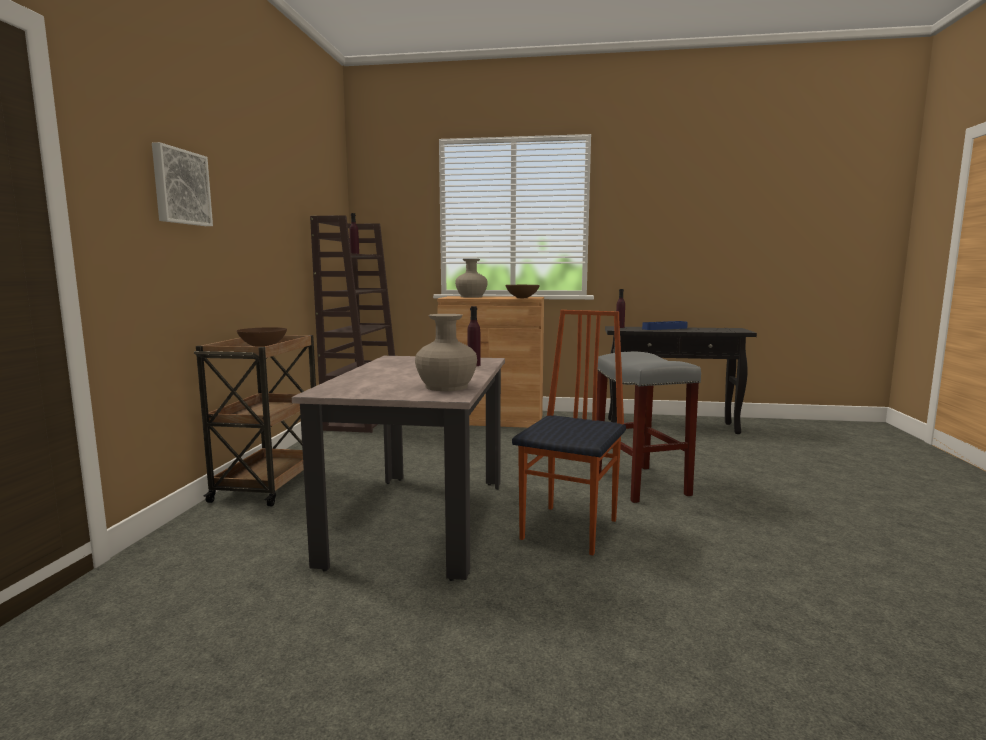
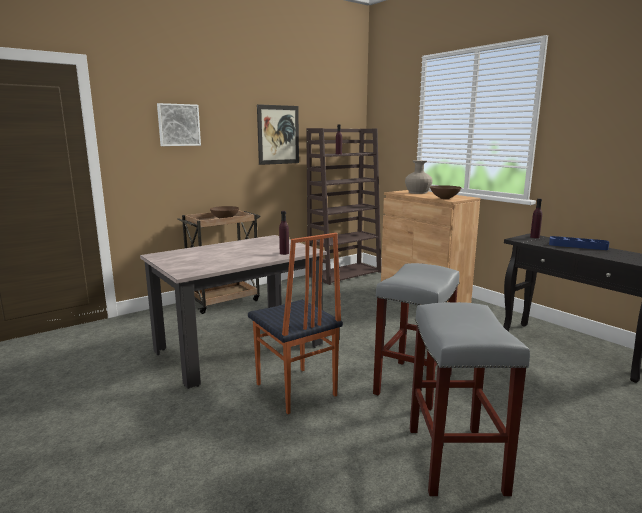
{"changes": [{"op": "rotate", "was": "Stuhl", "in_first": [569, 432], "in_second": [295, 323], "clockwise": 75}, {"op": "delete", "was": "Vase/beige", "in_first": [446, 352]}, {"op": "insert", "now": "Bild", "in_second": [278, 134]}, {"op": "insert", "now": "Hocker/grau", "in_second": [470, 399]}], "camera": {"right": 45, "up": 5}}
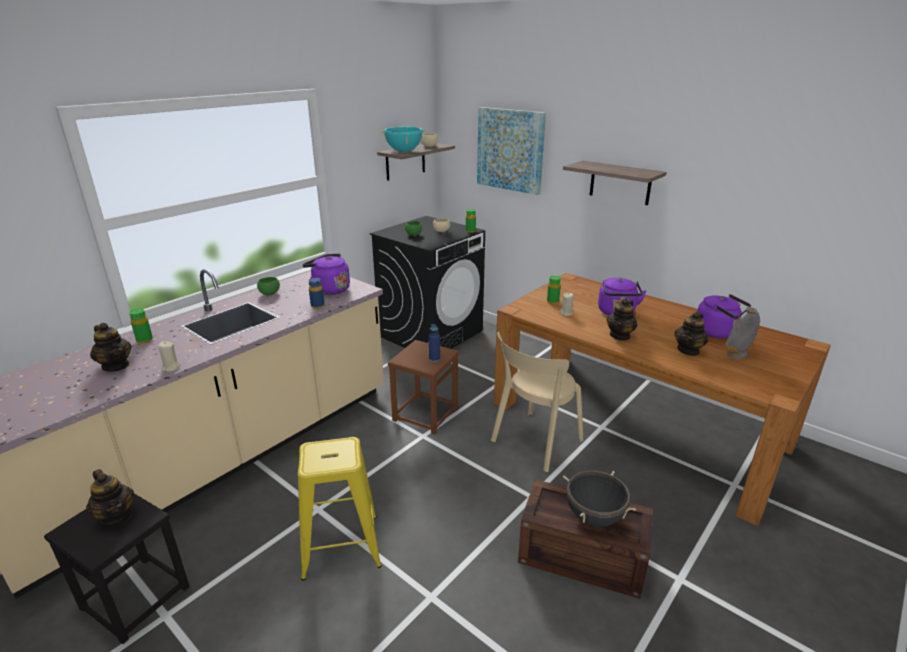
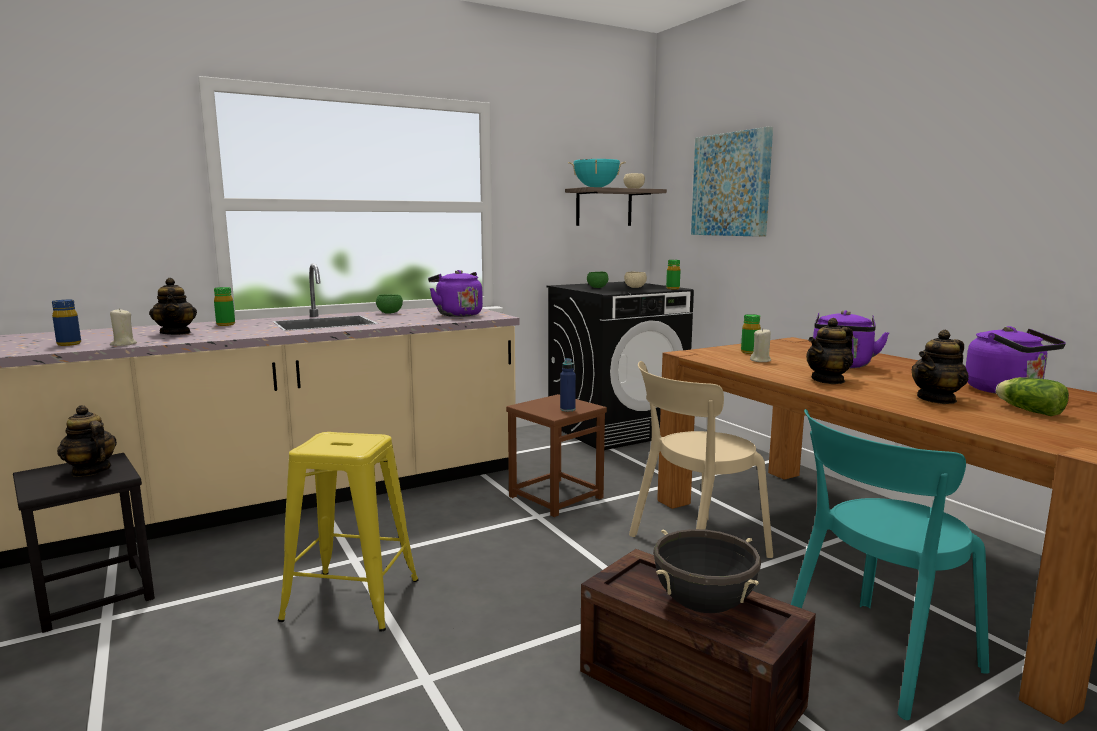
{"changes": [{"op": "delete", "was": "Wandregal", "in_first": [614, 183]}, {"op": "move", "was": "Flasche/blau", "in_first": [316, 293], "in_second": [66, 323]}, {"op": "replace", "was": "Vase/grau", "now": "Salatkopf", "in_first": [742, 333], "in_second": [1032, 396]}, {"op": "move", "was": "Kerze/beige", "in_first": [169, 356], "in_second": [123, 327]}, {"op": "rotate", "was": "Teekanne", "in_first": [110, 497], "in_second": [87, 441], "clockwise": 150}, {"op": "insert", "now": "Stuhl/türkis", "in_second": [890, 564]}], "camera": {"right": 20, "up": -15}}
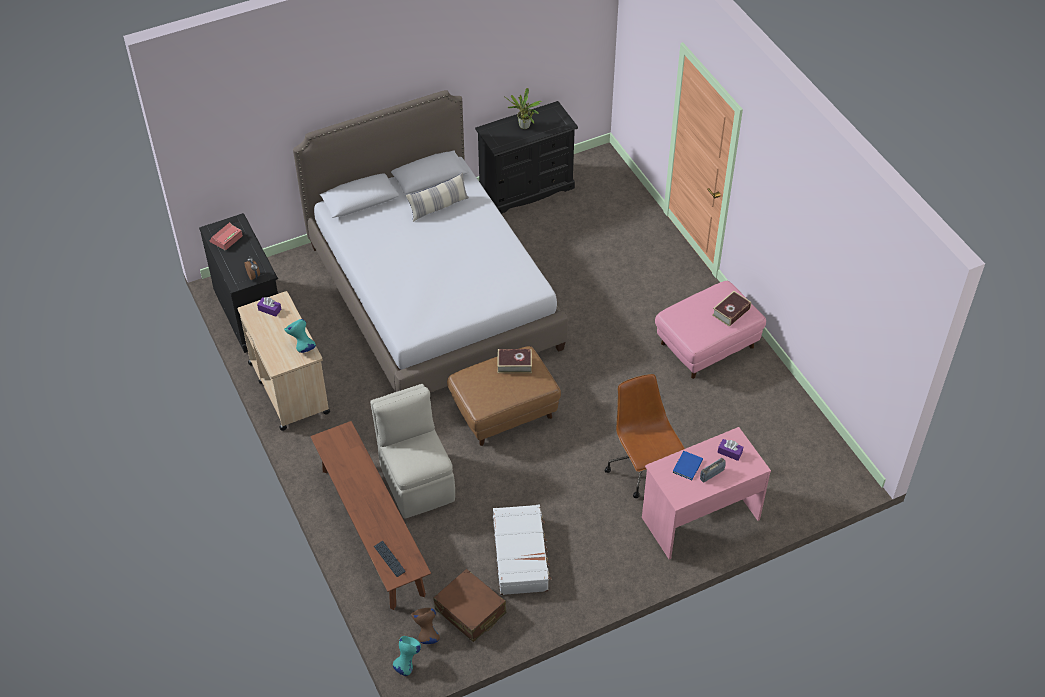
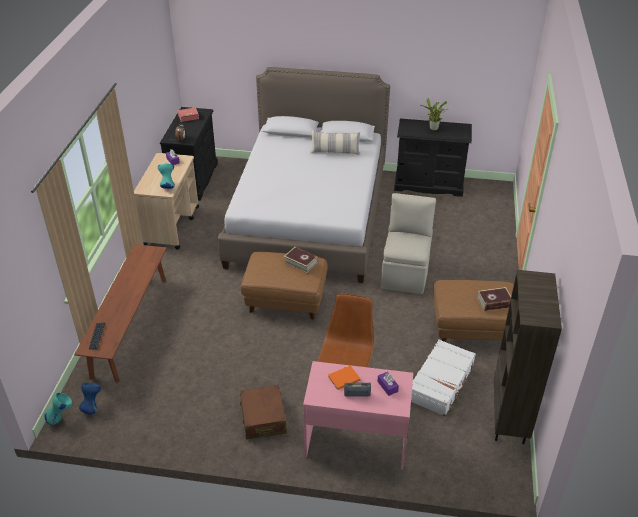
{"changes": [{"op": "recolor", "was": "Polsterhocker/rosa", "now": "Polsterhocker/braun", "in_first": [710, 330], "in_second": [473, 311]}, {"op": "move", "was": "Stuhl/beige", "in_first": [412, 451], "in_second": [408, 243]}, {"op": "recolor", "was": "Buch/blau", "now": "Buch/orange", "in_first": [688, 465], "in_second": [344, 377]}, {"op": "move", "was": "Koffer/weiß", "in_first": [522, 550], "in_second": [443, 377]}, {"op": "move", "was": "Koffer/braun", "in_first": [469, 605], "in_second": [263, 412]}, {"op": "recolor", "was": "Vase/braun", "now": "Vase/blau", "in_first": [425, 626], "in_second": [90, 399]}, {"op": "insert", "now": "Bücherregal/braun", "in_second": [528, 357]}], "camera": {"right": 35, "up": -10}}
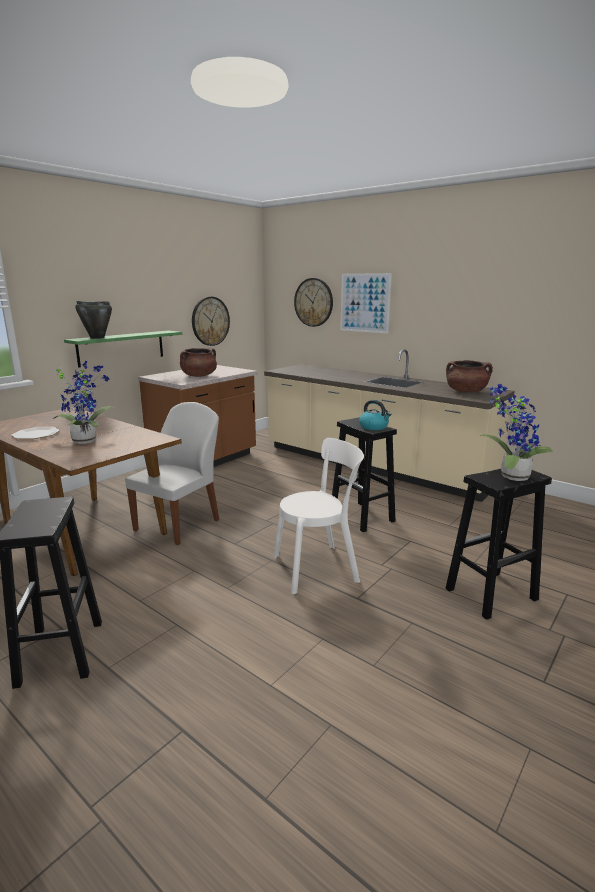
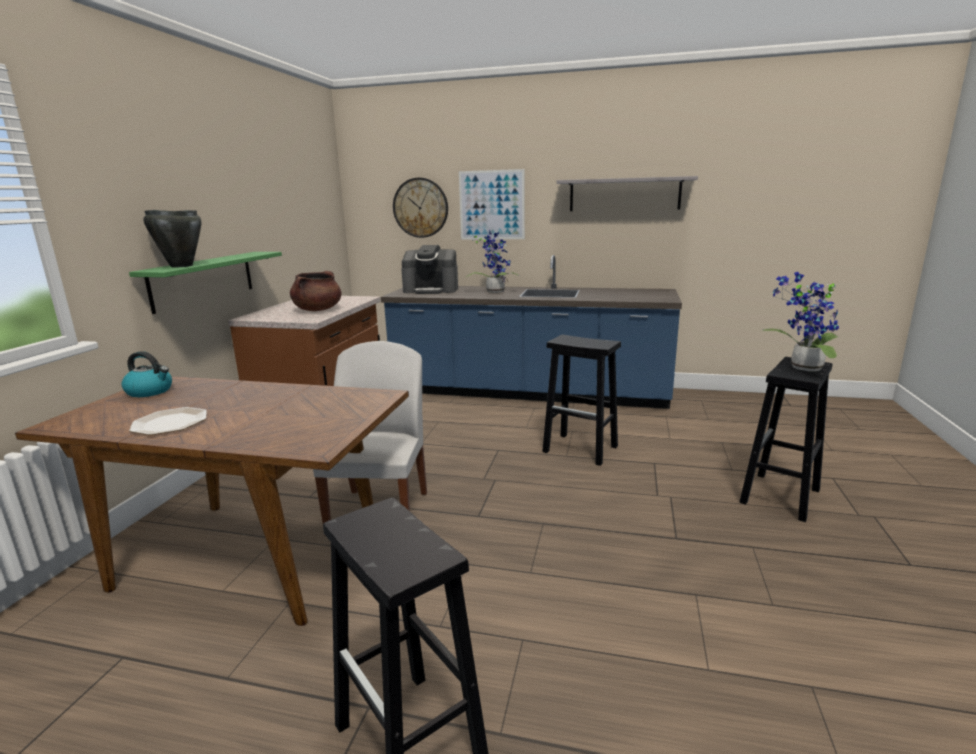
{"changes": [{"op": "delete", "was": "Wanduhr", "in_first": [211, 321]}, {"op": "recolor", "was": "Küchenzeile/beige", "now": "Küchenzeile/blau", "in_first": [389, 425], "in_second": [531, 332]}, {"op": "delete", "was": "Kochtopf/braun", "in_first": [469, 376]}, {"op": "move", "was": "Topfpflanze", "in_first": [83, 402], "in_second": [493, 261]}, {"op": "move", "was": "Wasserkessel", "in_first": [375, 415], "in_second": [146, 374]}, {"op": "delete", "was": "Stuhl/weiß", "in_first": [319, 516]}, {"op": "insert", "now": "Wandregal/grau", "in_second": [627, 193]}, {"op": "insert", "now": "Kaffeemaschine", "in_second": [429, 269]}], "camera": {"right": -25, "up": 0}}
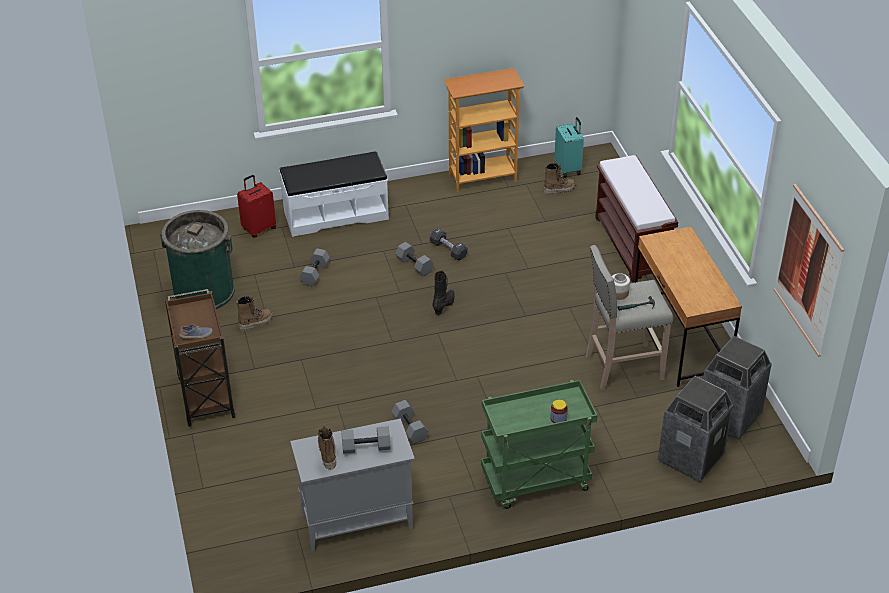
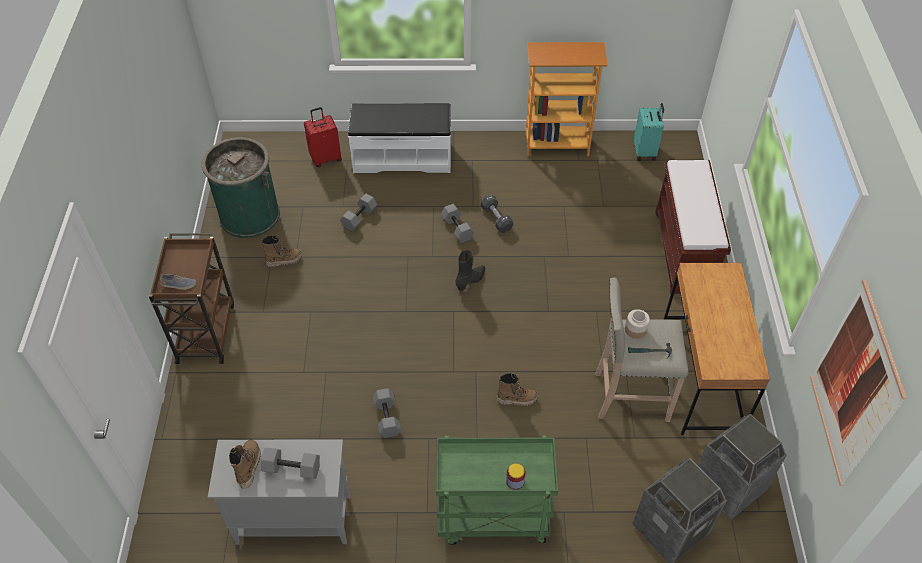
{"changes": [{"op": "move", "was": "Stiefel", "in_first": [559, 179], "in_second": [517, 389]}], "camera": {"right": 15, "up": 10}}
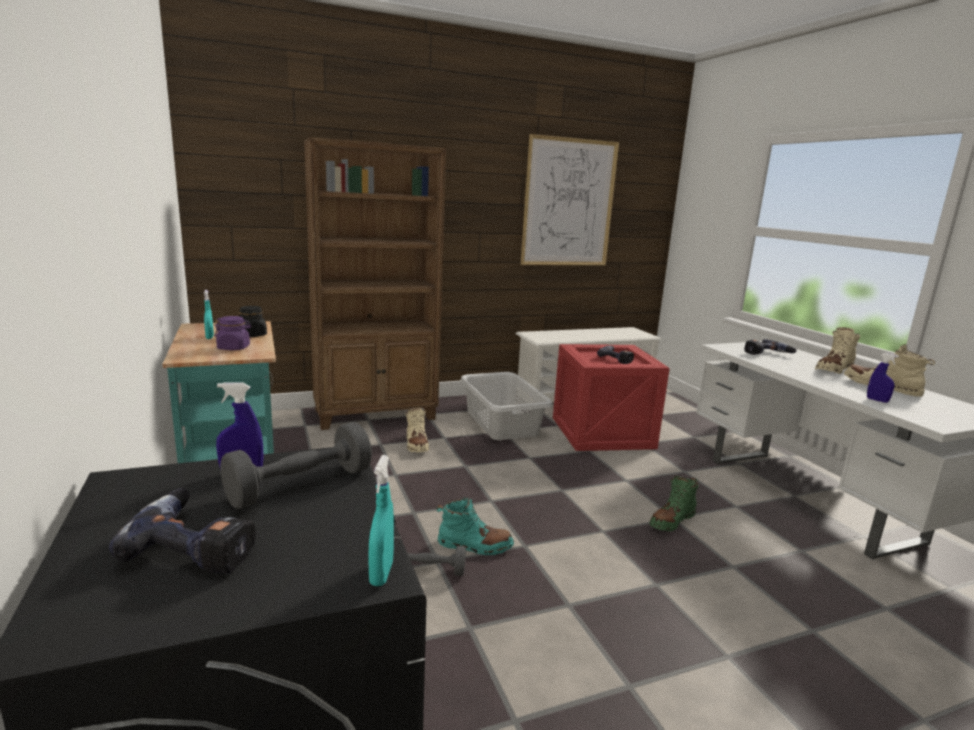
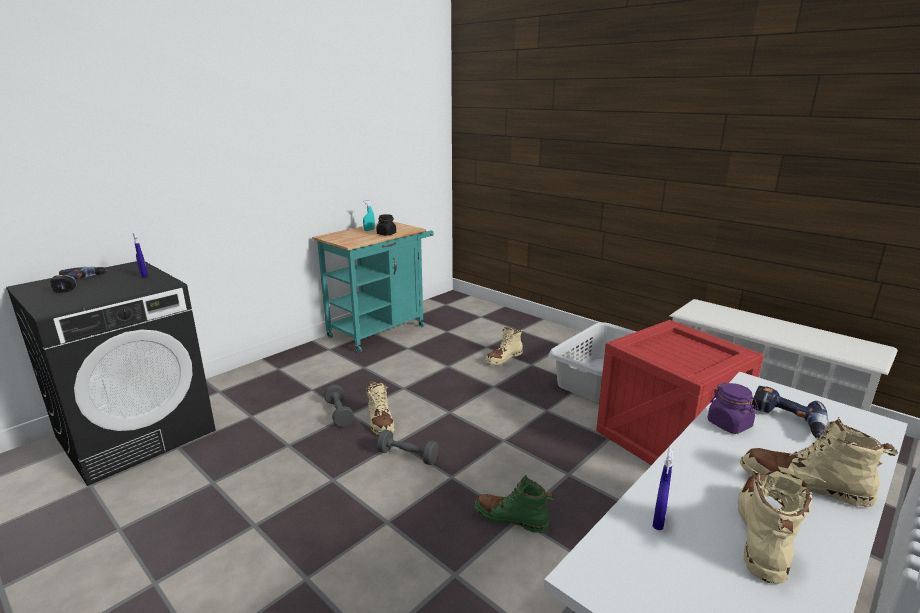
{"changes": [{"op": "delete", "was": "Bild", "in_first": [570, 199]}, {"op": "delete", "was": "Bücherregal/braun", "in_first": [375, 283]}, {"op": "move", "was": "Vorratsglas/lila", "in_first": [233, 333], "in_second": [732, 408]}, {"op": "delete", "was": "Bohrmaschine", "in_first": [615, 355]}, {"op": "move", "was": "Hantel/grau", "in_first": [296, 465], "in_second": [408, 447]}, {"op": "delete", "was": "Sprühflasche/türkis", "in_first": [381, 520]}, {"op": "recolor", "was": "Stiefel/türkis", "now": "Stiefel/beige", "in_first": [475, 526], "in_second": [380, 407]}], "camera": {"right": 65, "up": 5}}
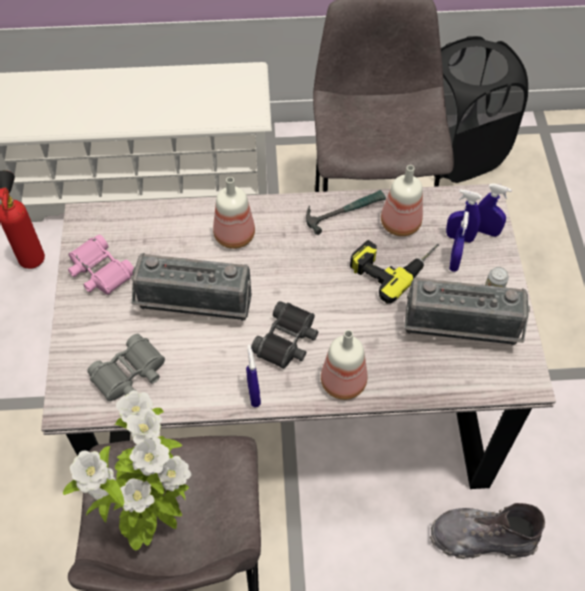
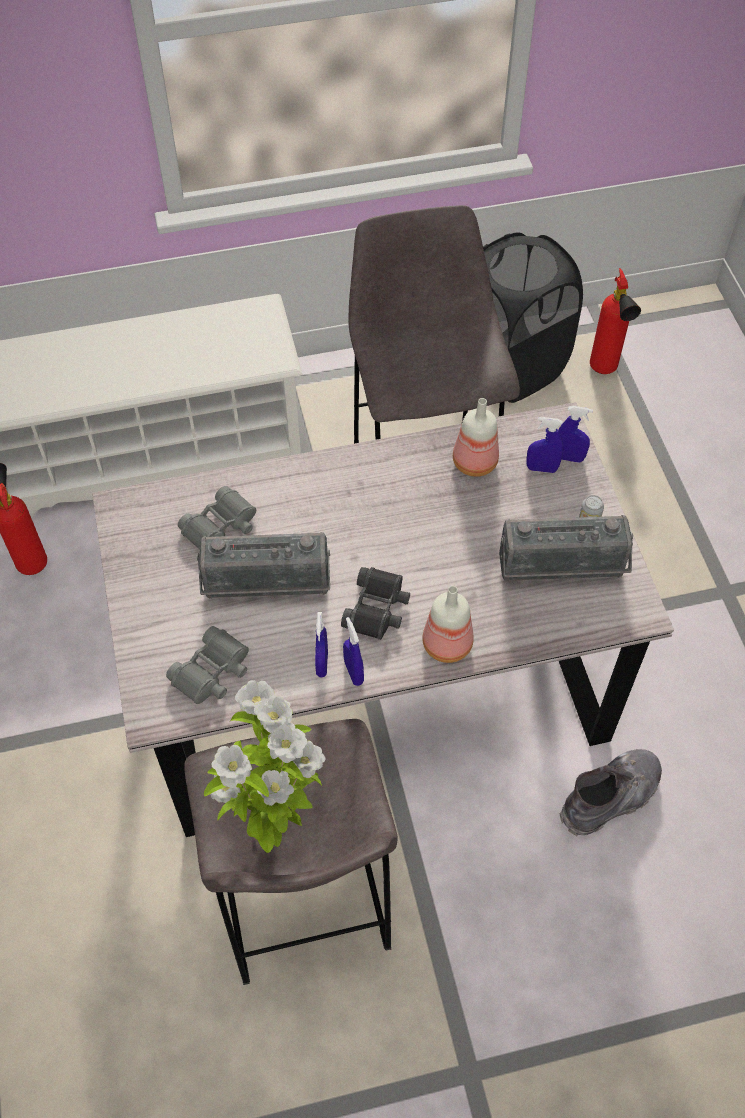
{"changes": [{"op": "delete", "was": "Flasche", "in_first": [234, 213]}, {"op": "delete", "was": "Hammer", "in_first": [346, 212]}, {"op": "move", "was": "Sprühflasche/blau", "in_first": [459, 242], "in_second": [321, 644]}, {"op": "delete", "was": "Fernglas/rosa", "in_first": [101, 264]}, {"op": "delete", "was": "Bohrmaschine", "in_first": [394, 272]}, {"op": "rotate", "was": "Stiefel/grau", "in_first": [487, 531], "in_second": [611, 792], "clockwise": 150}, {"op": "insert", "now": "Feuerlöscher", "in_second": [615, 321]}, {"op": "insert", "now": "Fernglas/grau", "in_second": [217, 518]}], "camera": {"right": -10, "up": 0}}
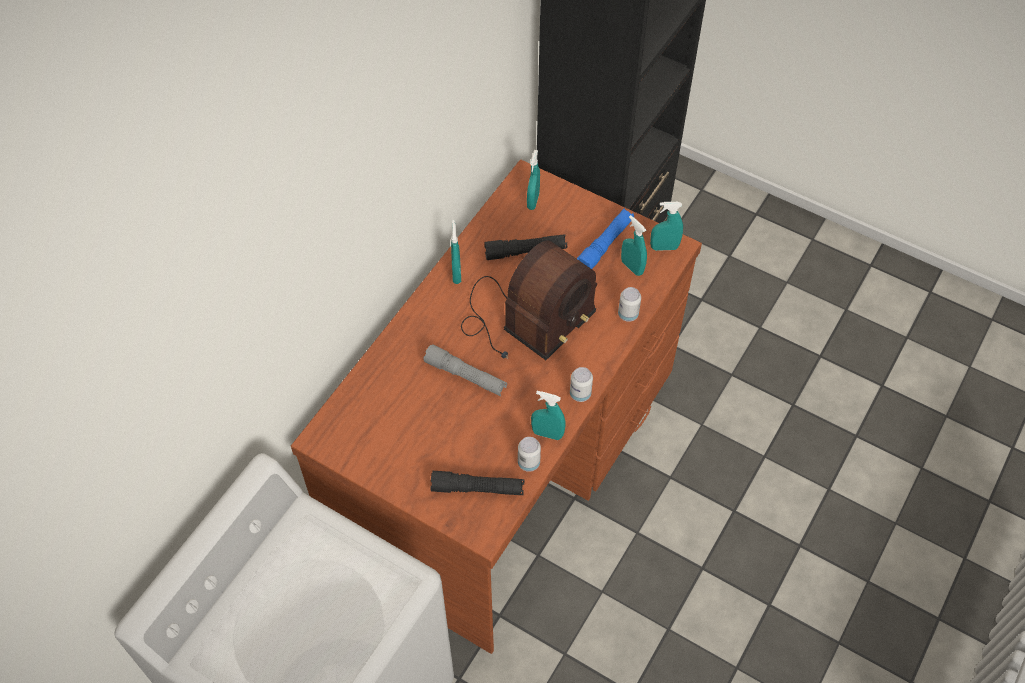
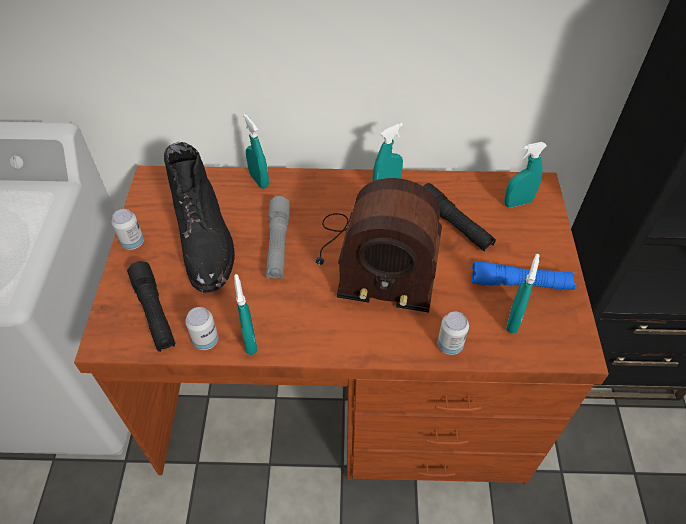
{"changes": [{"op": "move", "was": "Sprühflasche/türkis", "in_first": [666, 226], "in_second": [256, 151]}, {"op": "move", "was": "Dose", "in_first": [581, 384], "in_second": [128, 229]}, {"op": "insert", "now": "Stiefel/schwarz", "in_second": [199, 217]}], "camera": {"right": 60, "up": -5}}
